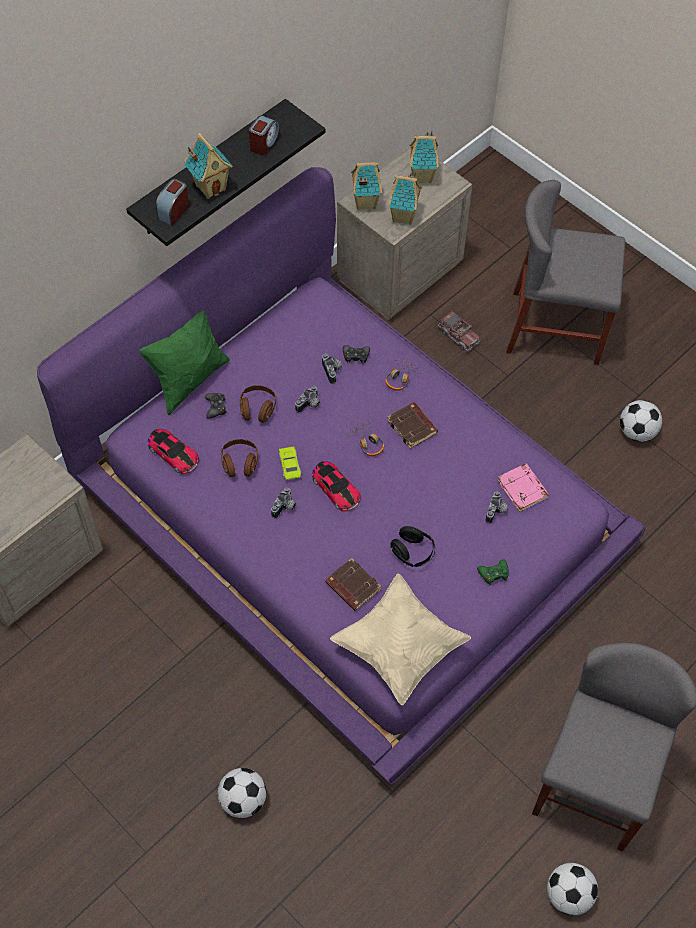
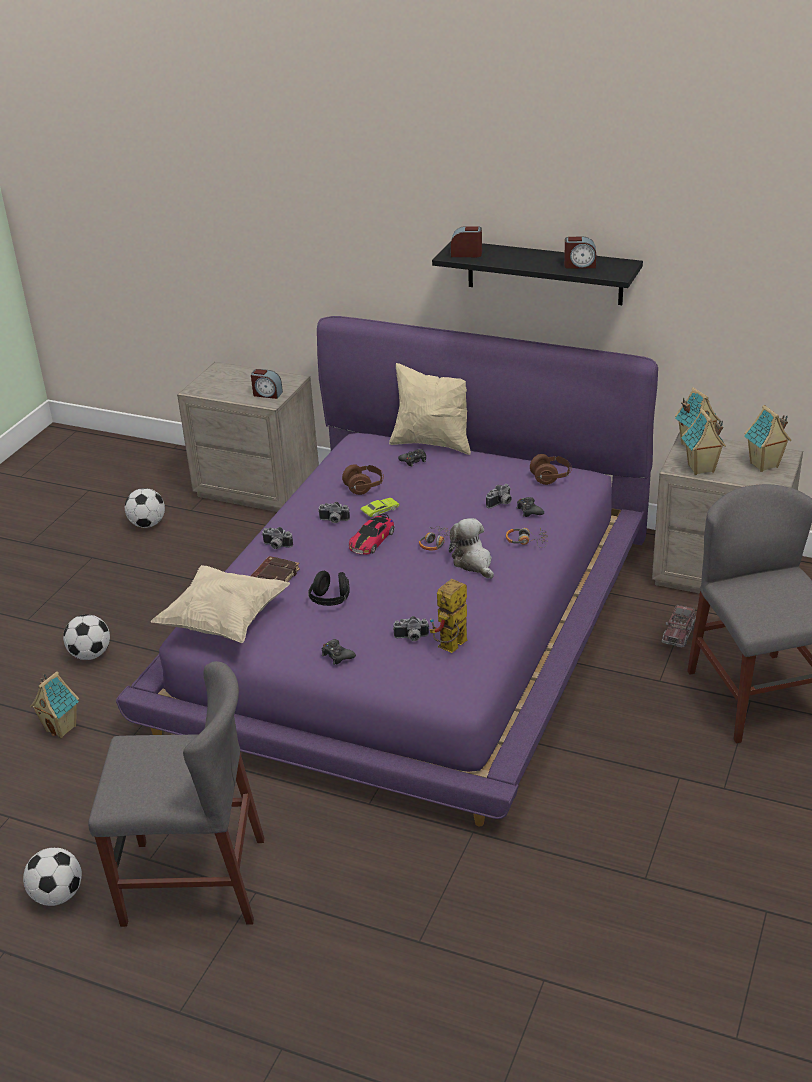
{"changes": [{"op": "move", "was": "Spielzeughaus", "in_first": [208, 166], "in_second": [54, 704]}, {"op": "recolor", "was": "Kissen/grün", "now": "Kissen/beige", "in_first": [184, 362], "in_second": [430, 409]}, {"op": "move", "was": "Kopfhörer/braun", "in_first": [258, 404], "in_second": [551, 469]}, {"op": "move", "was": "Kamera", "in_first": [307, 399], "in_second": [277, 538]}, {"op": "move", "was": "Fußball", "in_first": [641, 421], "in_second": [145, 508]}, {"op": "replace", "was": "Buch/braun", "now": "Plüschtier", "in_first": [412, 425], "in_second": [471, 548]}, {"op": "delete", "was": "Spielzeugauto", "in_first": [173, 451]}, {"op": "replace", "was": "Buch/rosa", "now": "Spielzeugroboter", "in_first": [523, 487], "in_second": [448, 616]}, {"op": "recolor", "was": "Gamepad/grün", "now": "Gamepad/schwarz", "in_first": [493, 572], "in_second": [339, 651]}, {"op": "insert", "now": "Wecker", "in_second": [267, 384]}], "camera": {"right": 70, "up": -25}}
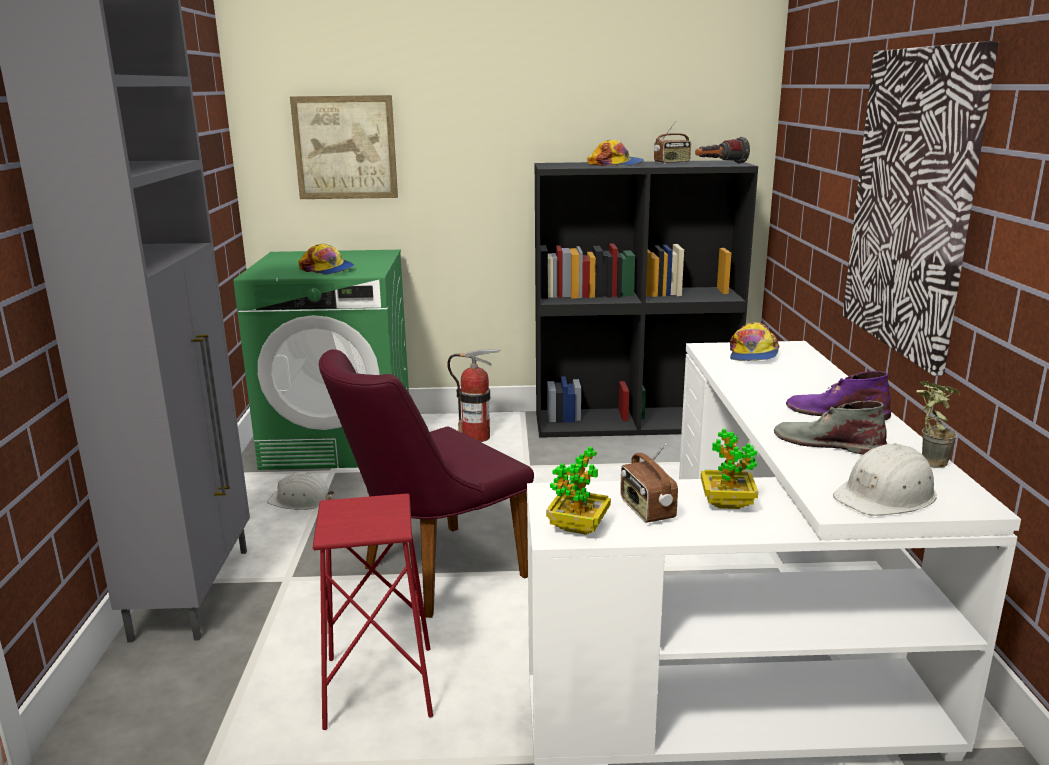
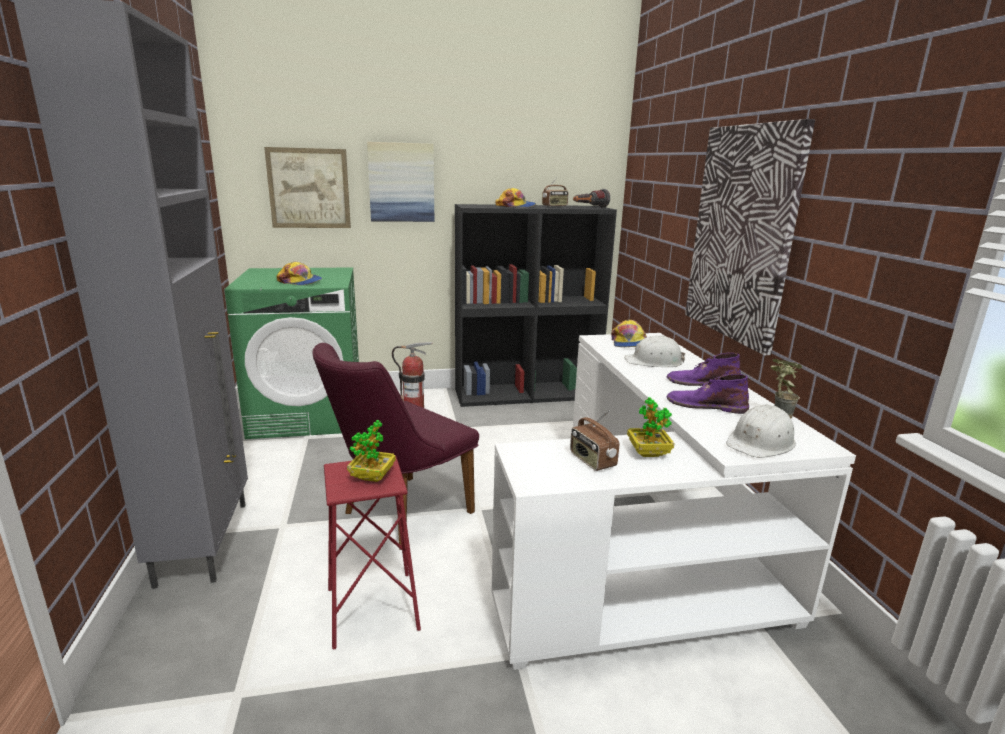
{"changes": [{"op": "recolor", "was": "Stiefel/grau", "now": "Stiefel/lila", "in_first": [830, 427], "in_second": [708, 394]}, {"op": "move", "was": "Topfpflanze", "in_first": [578, 491], "in_second": [371, 451]}, {"op": "move", "was": "Schutzhelm/weiß", "in_first": [301, 491], "in_second": [654, 351]}, {"op": "insert", "now": "Bild", "in_second": [400, 182]}], "camera": {"right": -10, "up": 0}}
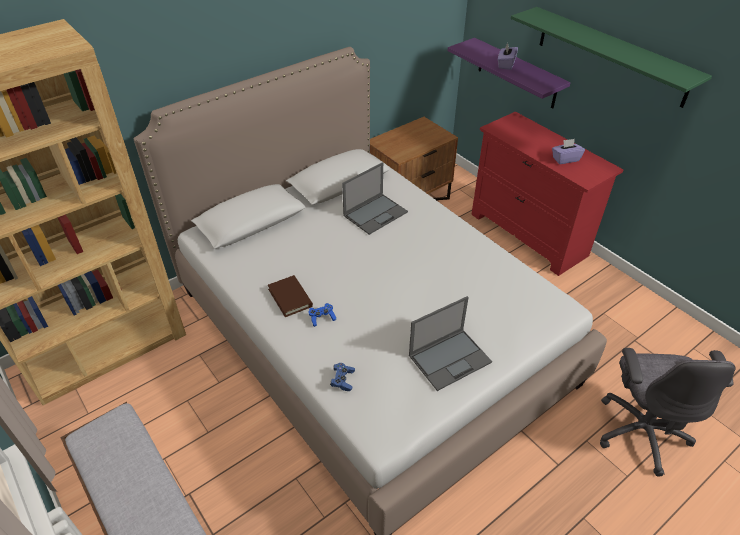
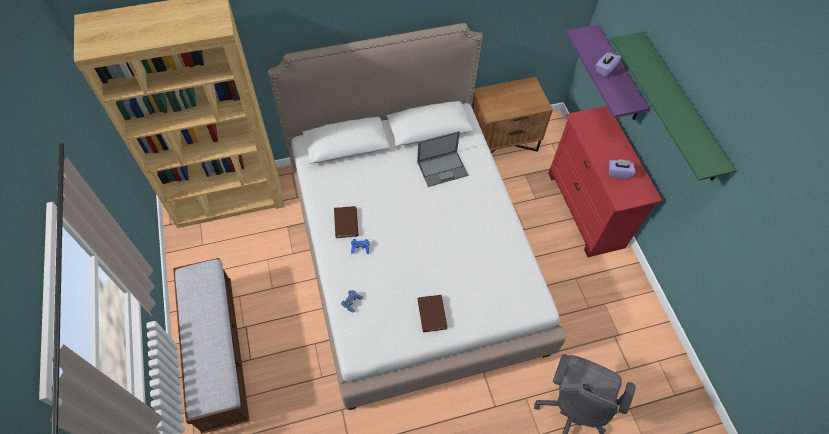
{"changes": [{"op": "replace", "was": "Laptop", "now": "Buch/braun", "in_first": [450, 343], "in_second": [432, 313]}], "camera": {"right": 20, "up": 15}}
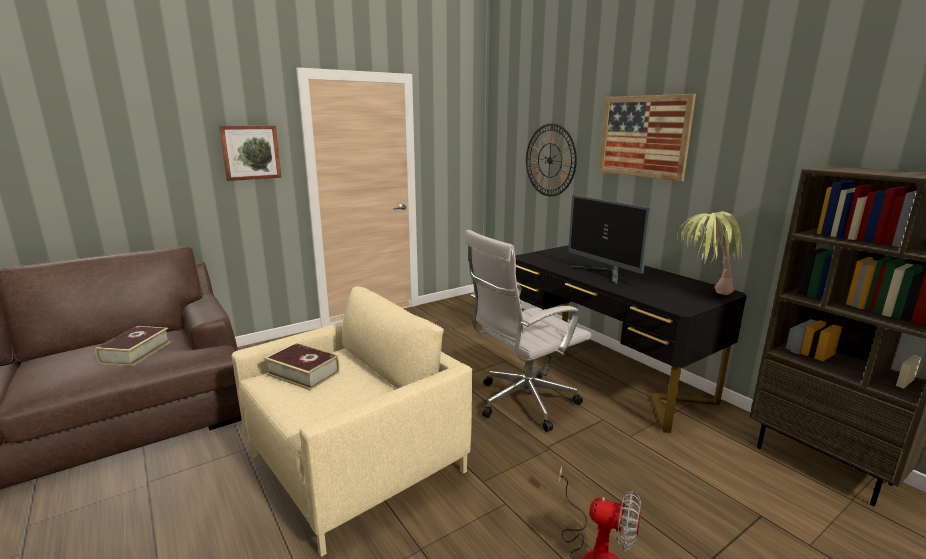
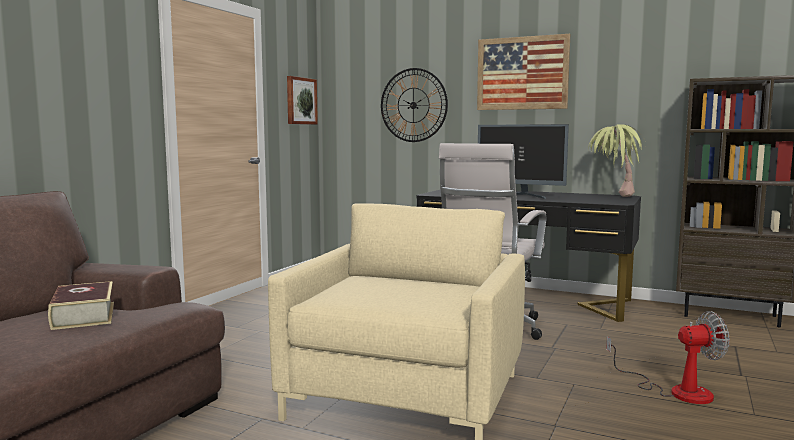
{"changes": [{"op": "move", "was": "Bild", "in_first": [250, 153], "in_second": [302, 100]}, {"op": "delete", "was": "Buch", "in_first": [301, 366]}], "camera": {"right": -30, "up": -10}}
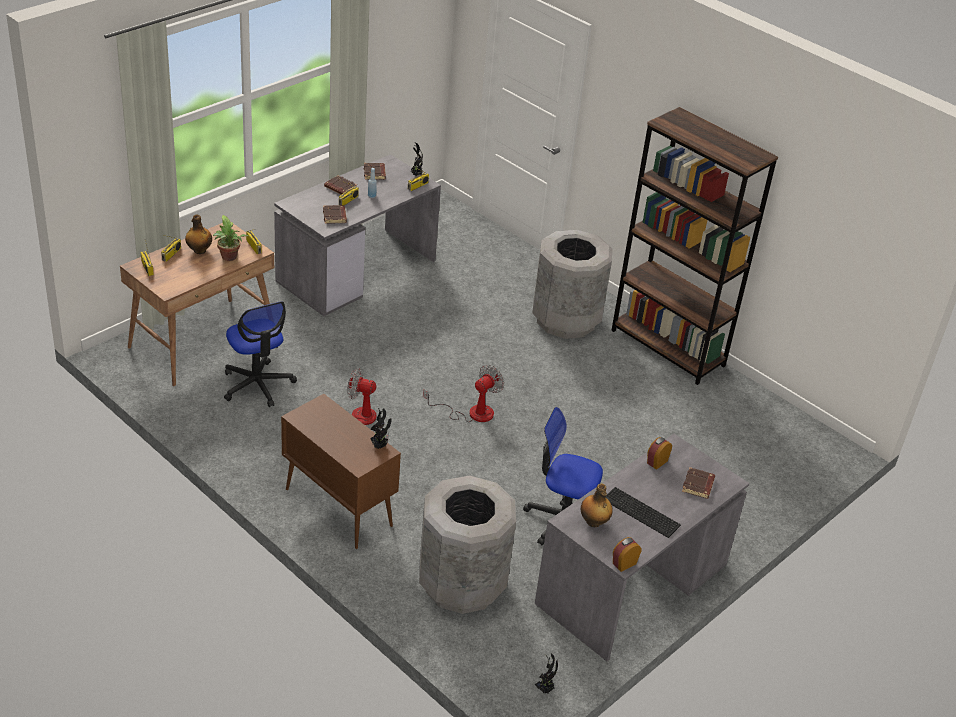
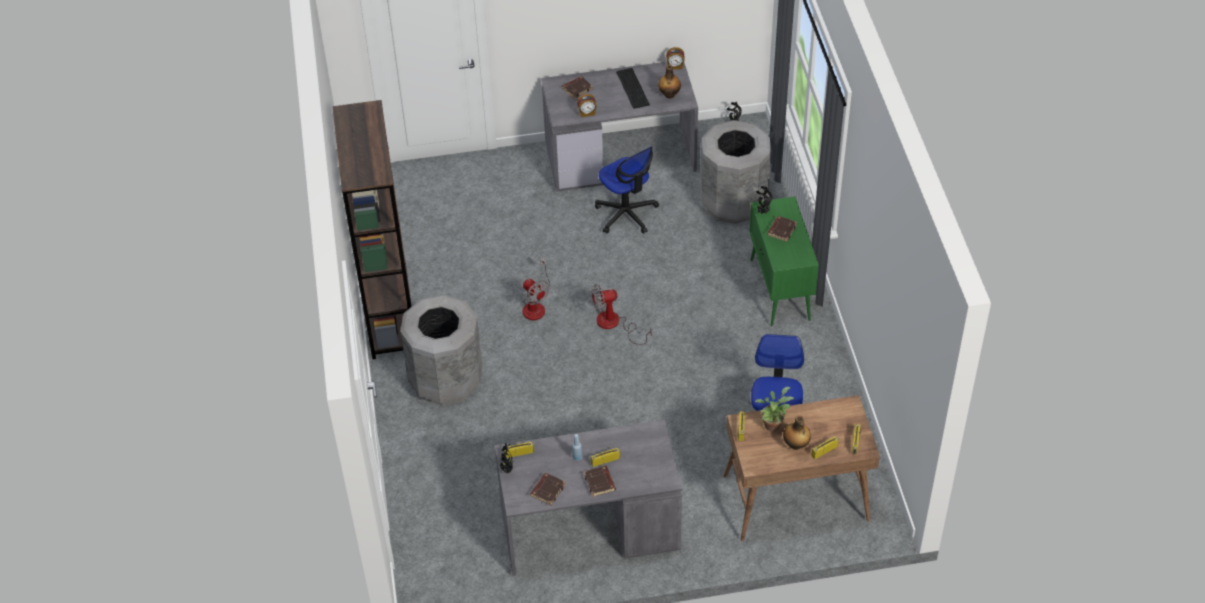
{"changes": [{"op": "move", "was": "Buch/braun", "in_first": [335, 214], "in_second": [782, 229]}, {"op": "move", "was": "Ventilator", "in_first": [368, 405], "in_second": [536, 288]}, {"op": "recolor", "was": "Schrank/braun", "now": "Schrank/grün", "in_first": [341, 471], "in_second": [784, 261]}], "camera": {"right": -140, "up": 10}}
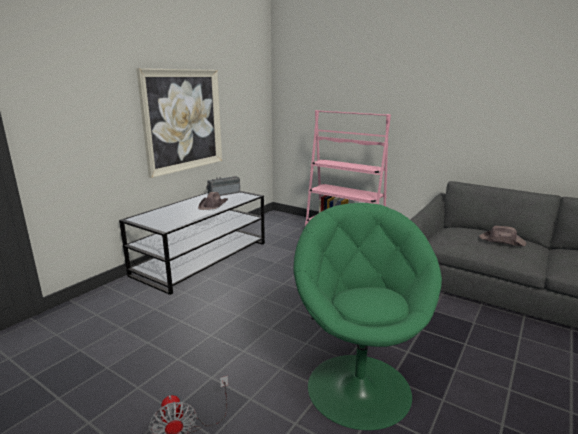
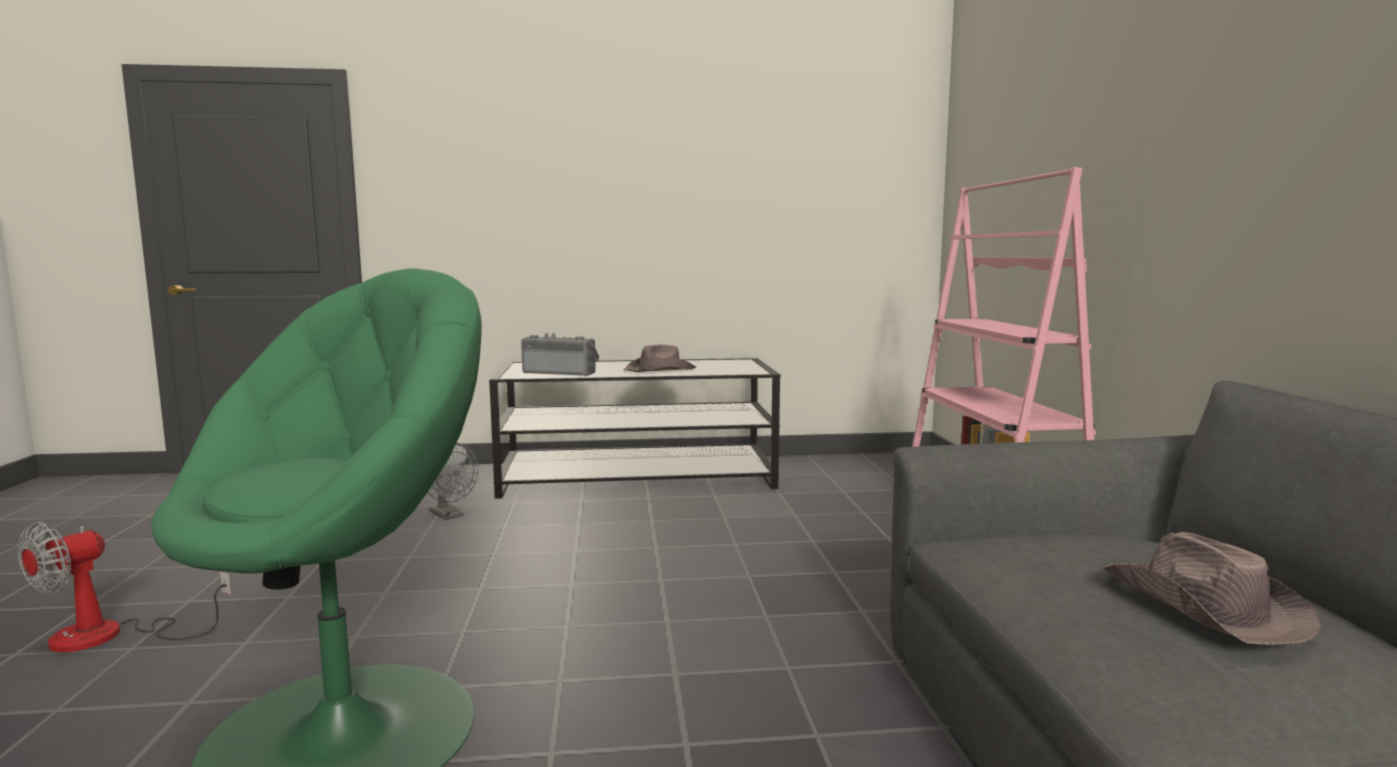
{"changes": [{"op": "delete", "was": "Bild", "in_first": [179, 123]}, {"op": "move", "was": "Radio", "in_first": [223, 186], "in_second": [560, 354]}, {"op": "insert", "now": "Ventilator/grau", "in_second": [453, 481]}], "camera": {"right": 50, "up": -10}}
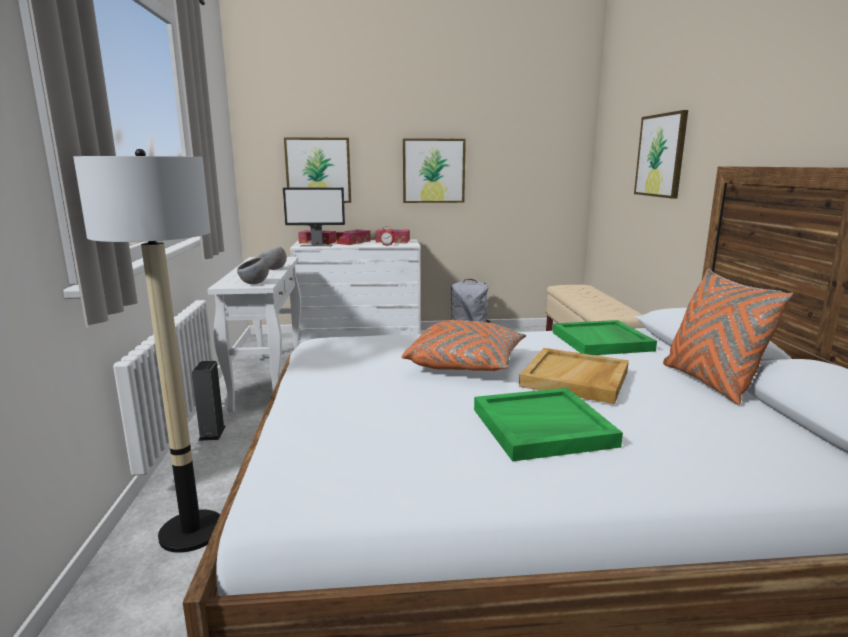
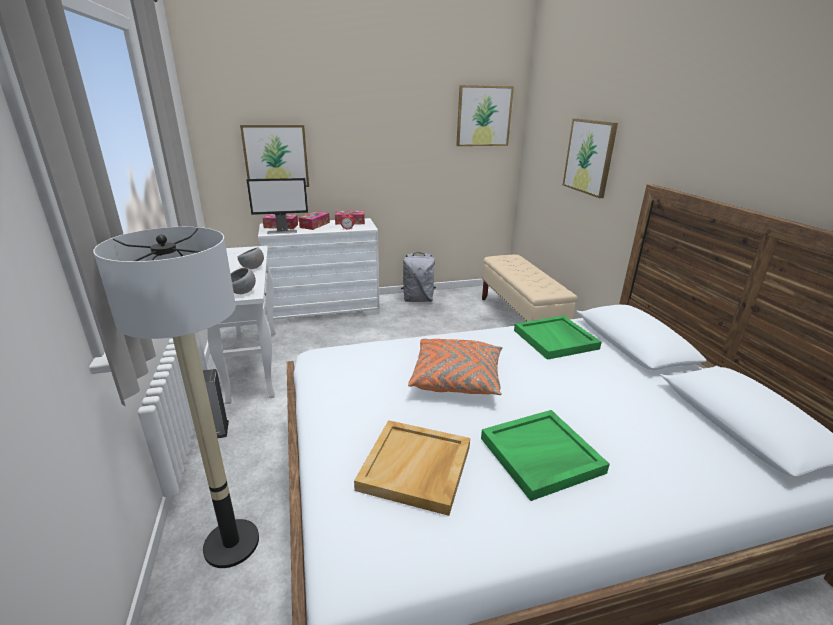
{"changes": [{"op": "move", "was": "Bild", "in_first": [434, 170], "in_second": [485, 115]}, {"op": "delete", "was": "Kissen/orange", "in_first": [728, 337]}, {"op": "move", "was": "Tablett/beige", "in_first": [574, 376], "in_second": [412, 468]}], "camera": {"right": -10, "up": 10}}
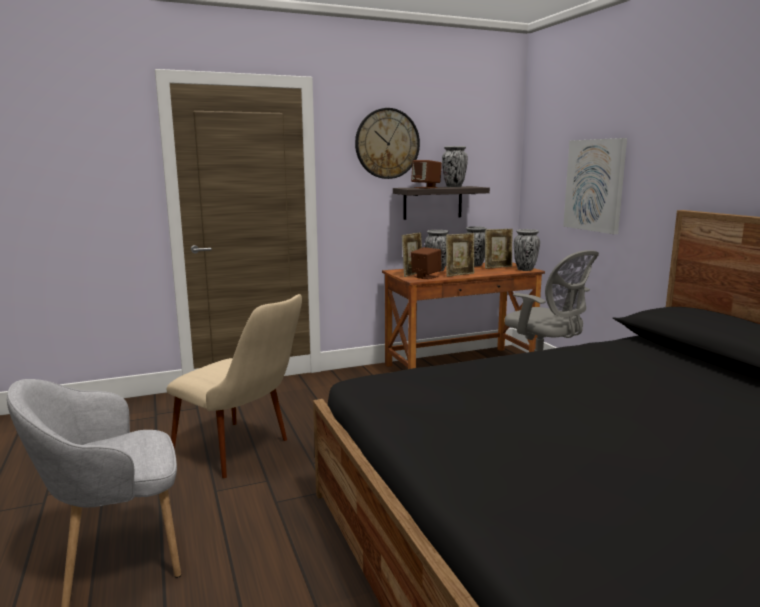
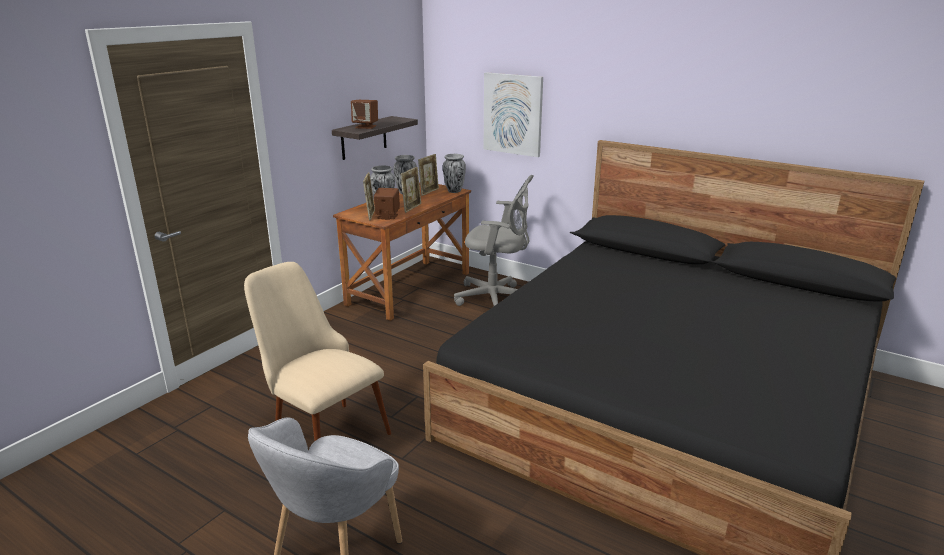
{"changes": [{"op": "delete", "was": "Wanduhr", "in_first": [387, 143]}, {"op": "delete", "was": "Vase", "in_first": [455, 166]}, {"op": "rotate", "was": "Stuhl/beige", "in_first": [234, 386], "in_second": [317, 351], "clockwise": -135}], "camera": {"right": -35, "up": 10}}
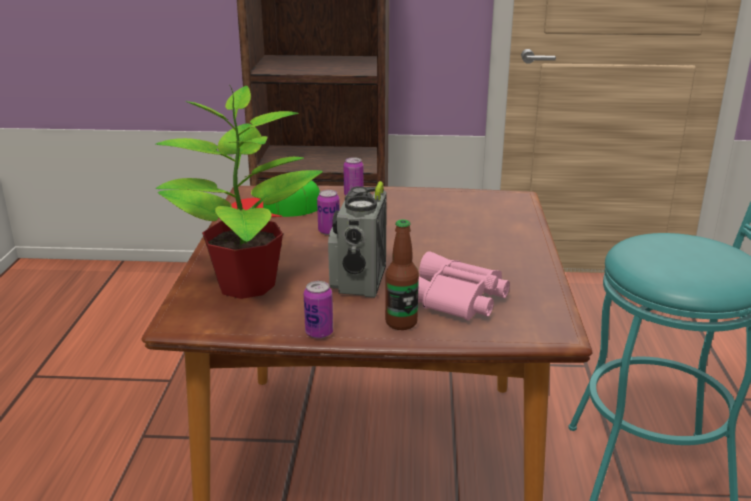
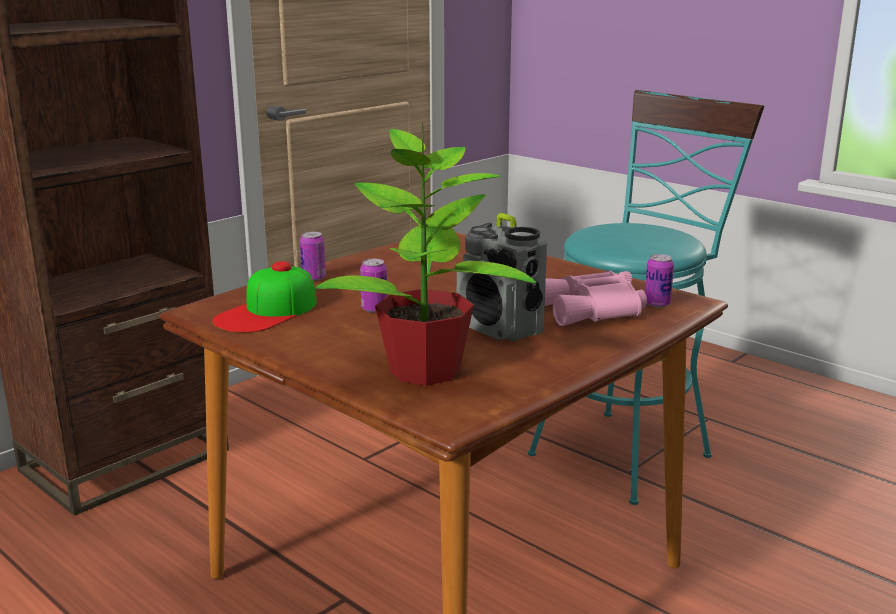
{"changes": [{"op": "delete", "was": "Flasche", "in_first": [402, 274]}, {"op": "move", "was": "Dose", "in_first": [318, 310], "in_second": [659, 281]}], "camera": {"right": -50, "up": -5}}
